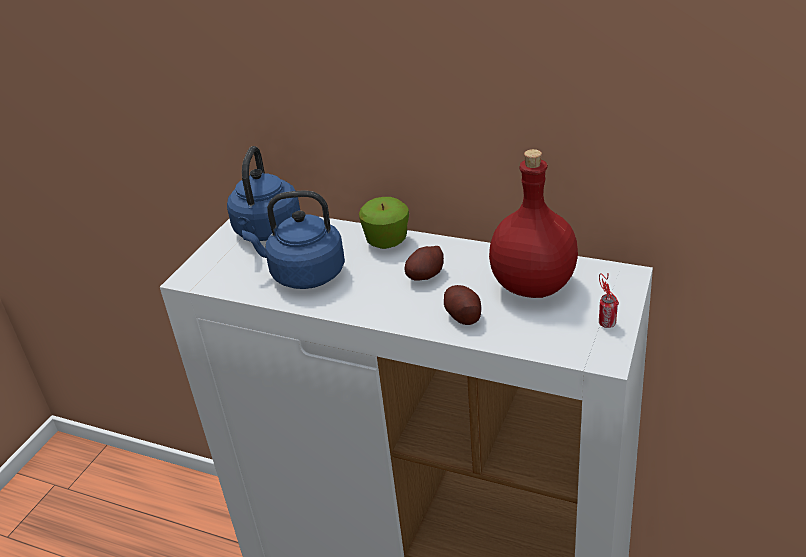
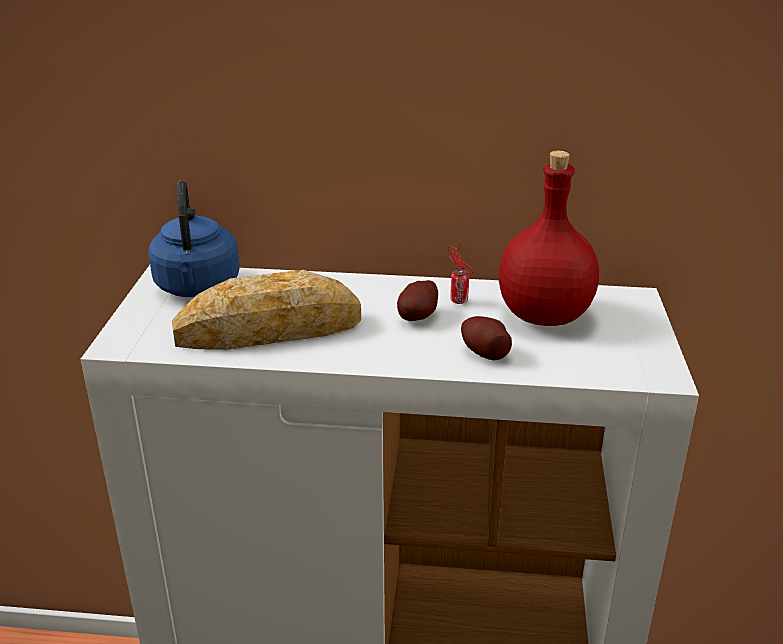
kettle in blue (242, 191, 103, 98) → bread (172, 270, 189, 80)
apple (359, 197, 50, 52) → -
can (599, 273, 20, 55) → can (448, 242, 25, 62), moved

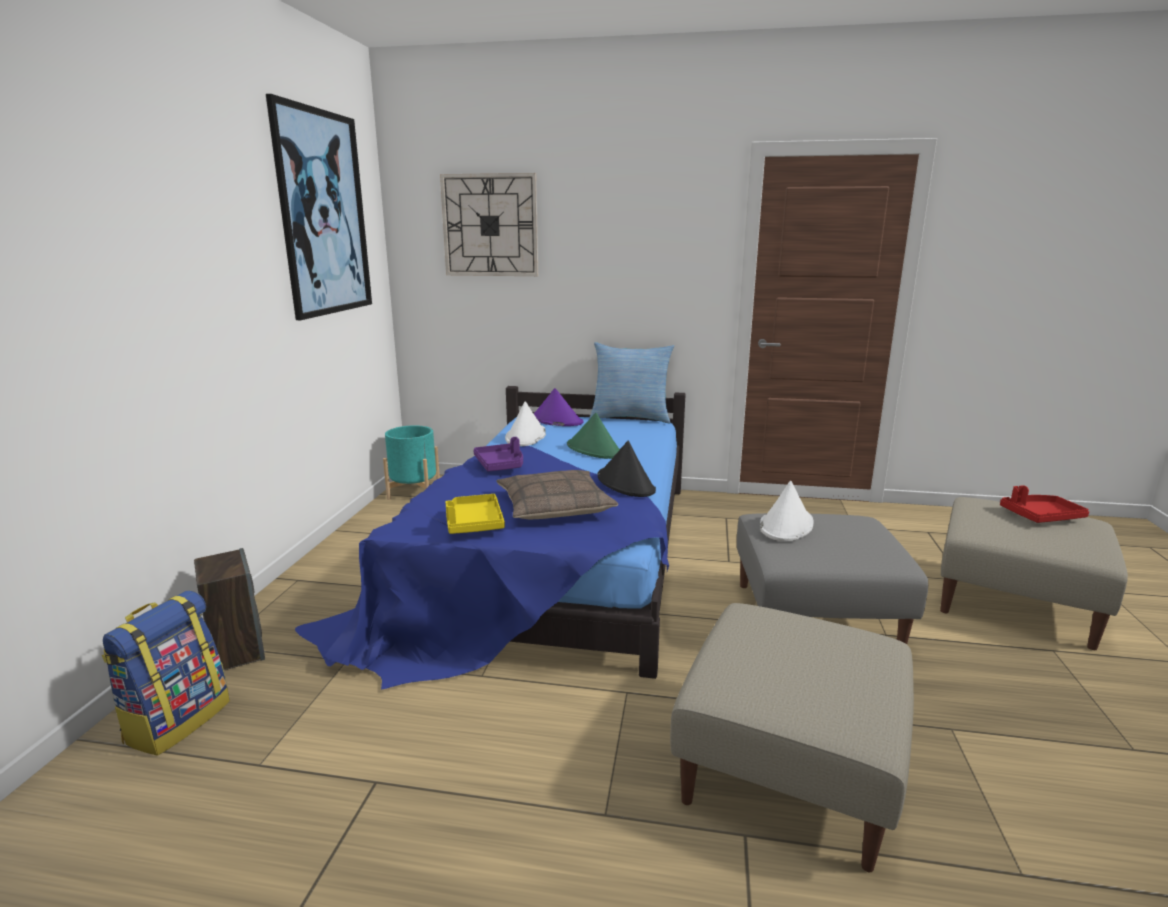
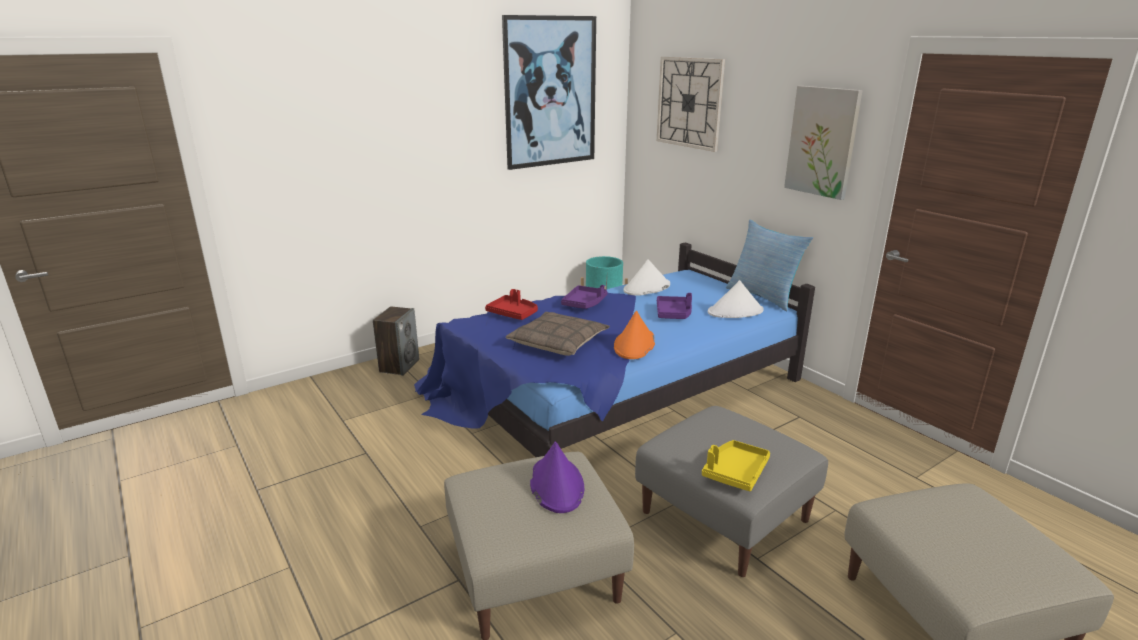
backpack (102, 591, 128, 165) → -
tray in yellow (445, 494, 60, 40) → tray in yellow (702, 440, 68, 51), moved
hat in purple (534, 388, 49, 38) → hat in purple (530, 442, 54, 71), moved
hat in green (567, 413, 53, 46) → tray in purple (657, 293, 35, 26)
hat in black (598, 441, 58, 56) → hat in orange (614, 311, 41, 48)
hat in white (760, 481, 53, 60) → hat in white (708, 280, 56, 38), moved
tray in red (1000, 485, 89, 38) → tray in red (485, 289, 53, 31), moved
- → picture (784, 86, 79, 114)

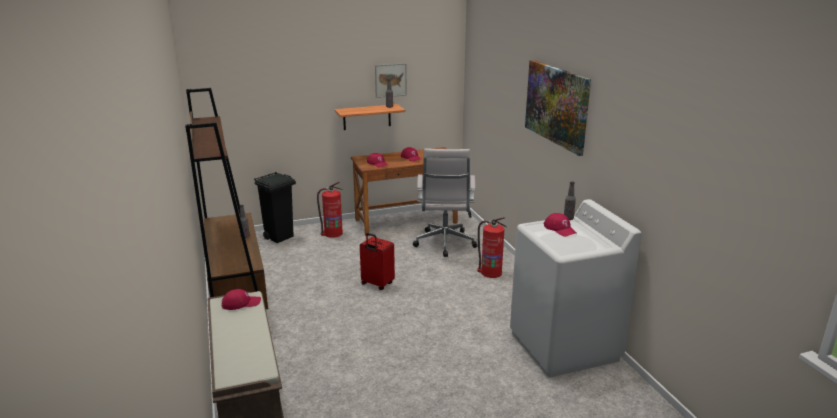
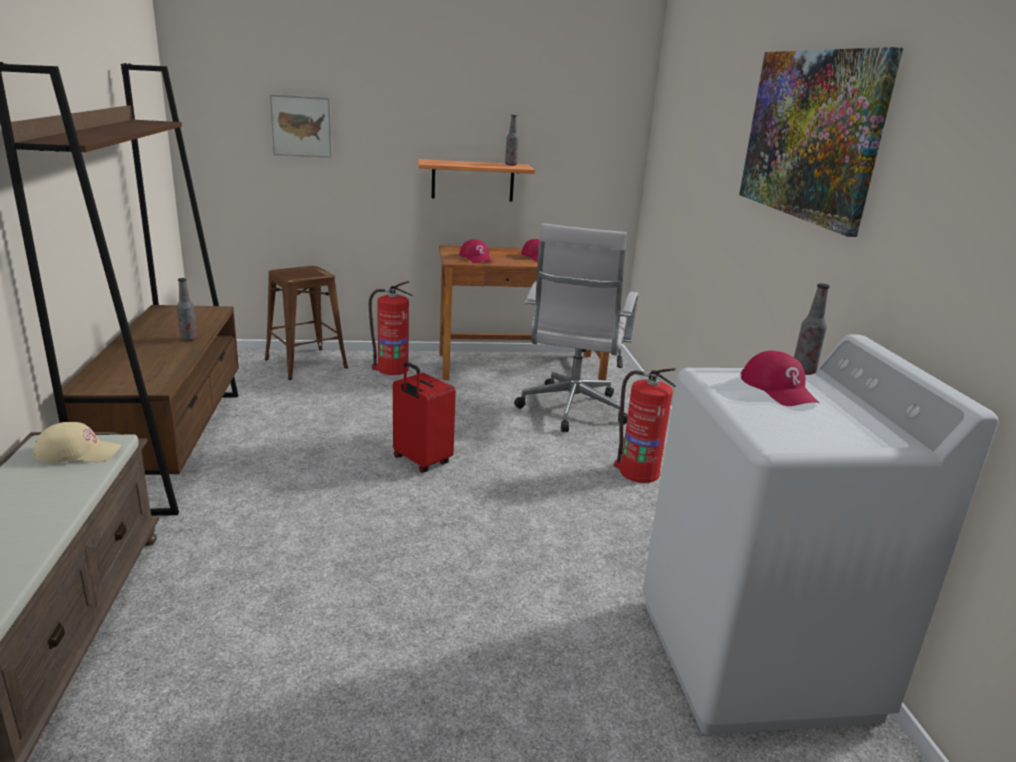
cap in red (222, 289, 39, 21) → cap in beige (33, 422, 89, 41)
trash can in black (254, 172, 42, 71) → stool in brown (265, 266, 83, 114)
picture (375, 63, 32, 35) → picture (270, 94, 62, 64), moved

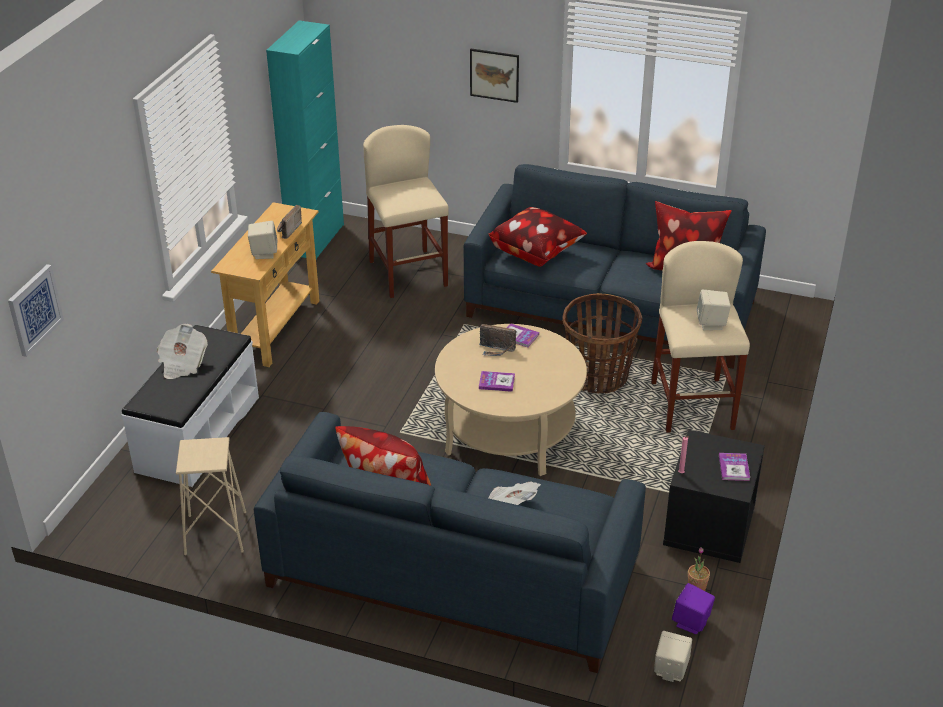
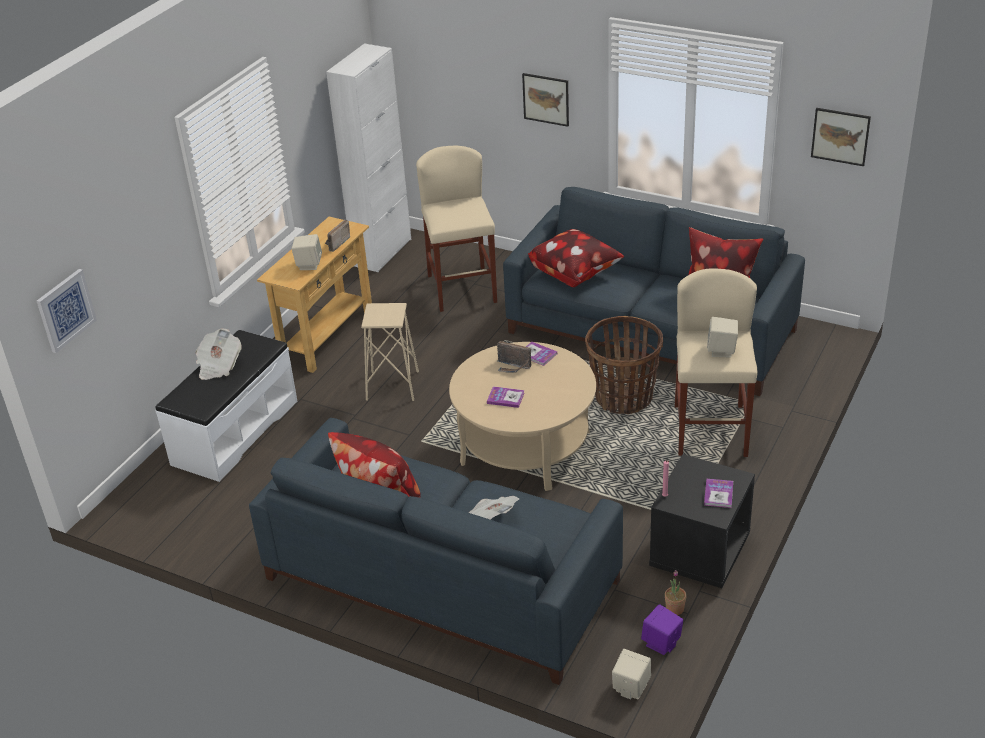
stool in beige (176, 437, 70, 118) → stool in beige (361, 303, 58, 98), moved
cabinet in turquoise (266, 20, 78, 240) → cabinet in white (326, 44, 85, 228)
- → picture (811, 108, 60, 58)

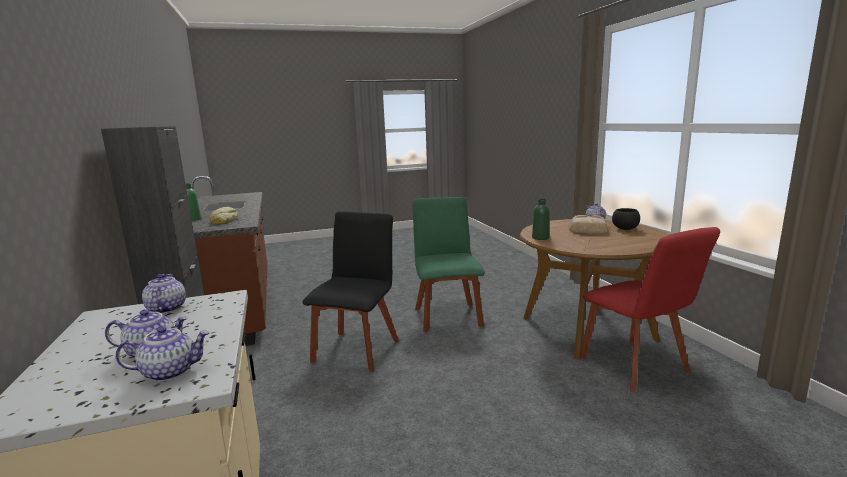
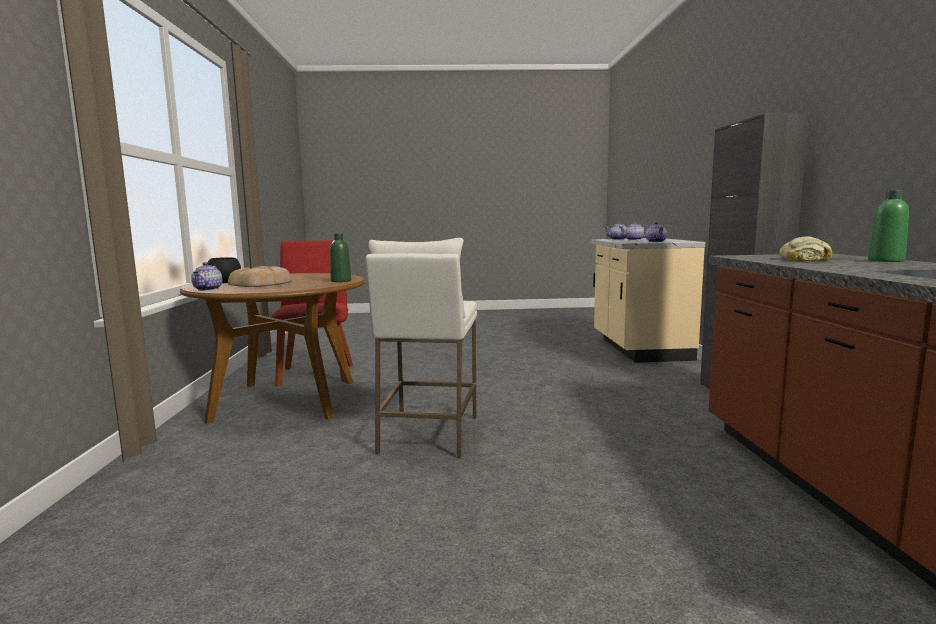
chair in black (303, 212, 96, 160) → -
chair in green (412, 197, 73, 135) → stool in white (366, 238, 111, 220)

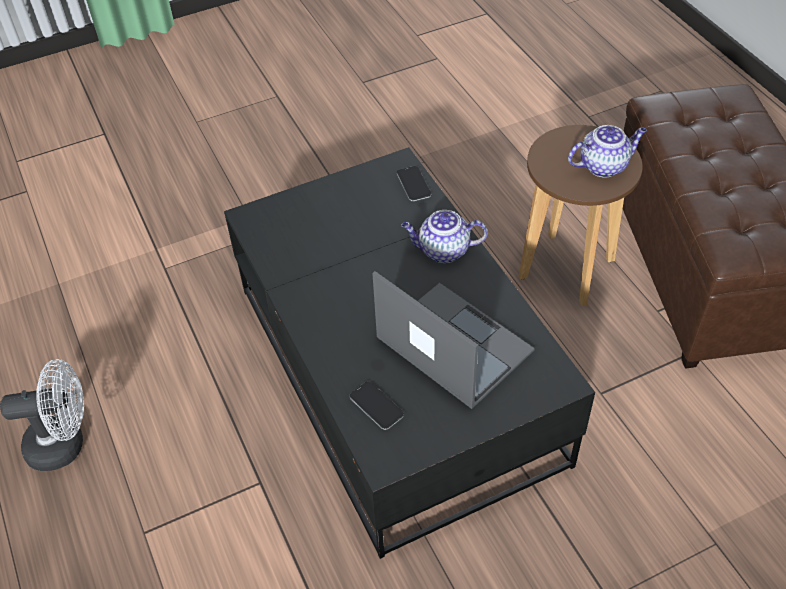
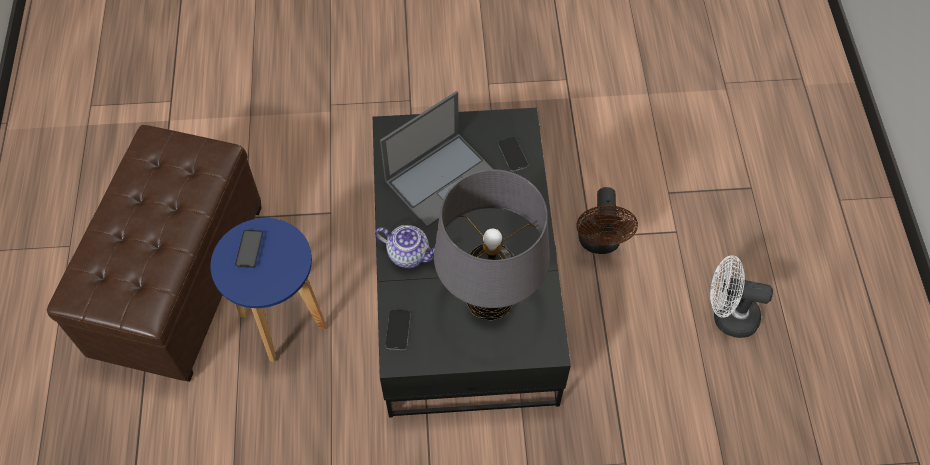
laptop (372, 271, 163, 138) → laptop (380, 91, 113, 136), 105 degrees counterclockwise
stool in brown (519, 125, 124, 181) → stool in blue (210, 218, 117, 144)
teapot (568, 125, 79, 52) → phone (235, 230, 29, 39)
- → table lamp in grey (434, 169, 116, 151)
- → fan in brown (576, 187, 62, 67)

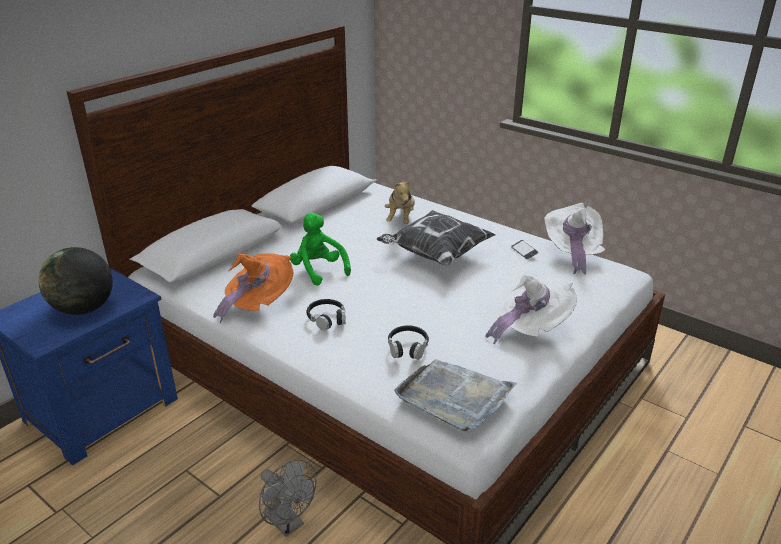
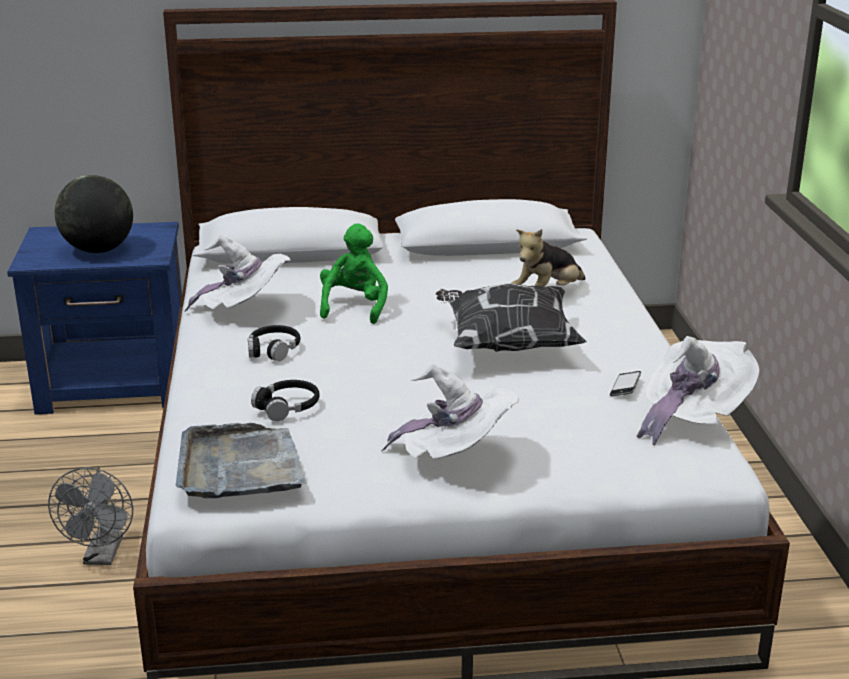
hat in orange (213, 253, 80, 71) → hat in white (184, 234, 107, 78)

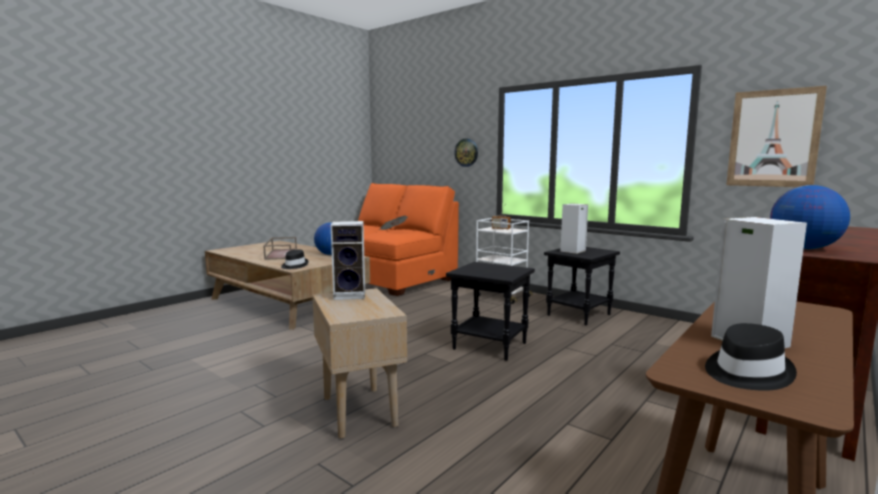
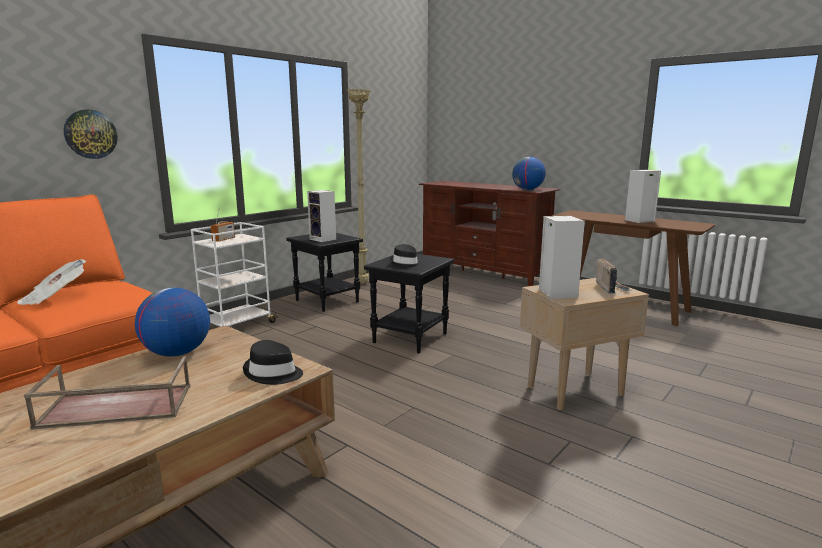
hat in black (705, 323, 92, 68) → hat in black (390, 244, 32, 25), moved
picture (726, 86, 101, 101) → -
- → floor lamp in beige (347, 89, 23, 195)
- → radio (596, 258, 35, 36)

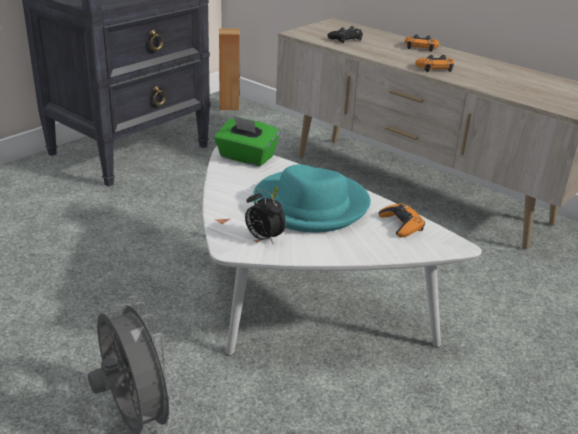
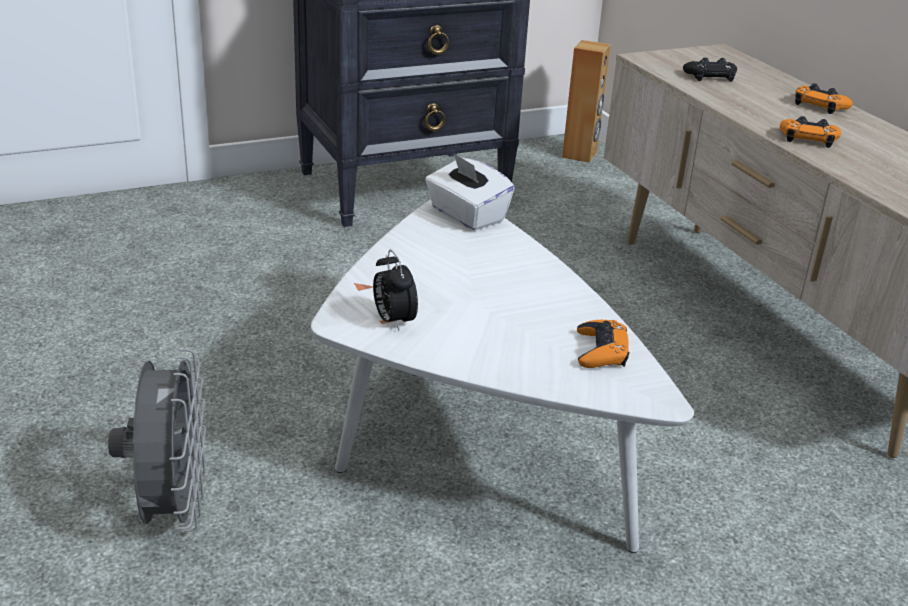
tissue box in green (214, 115, 66, 52) → tissue box in white (425, 152, 90, 79)
hat in turquoise (253, 164, 118, 68) → -

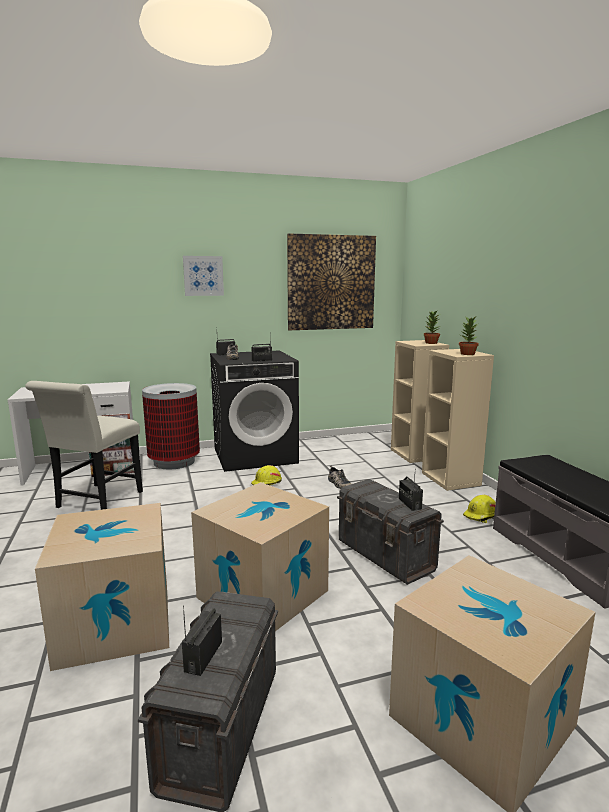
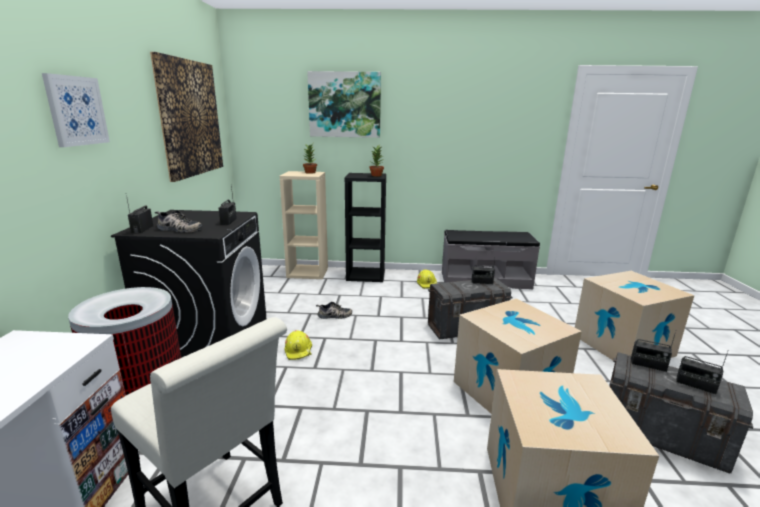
bookcase in beige (422, 349, 72, 142) → bookcase in black (345, 173, 41, 109)
- → picture (307, 71, 74, 67)
- → radio (631, 330, 45, 42)

